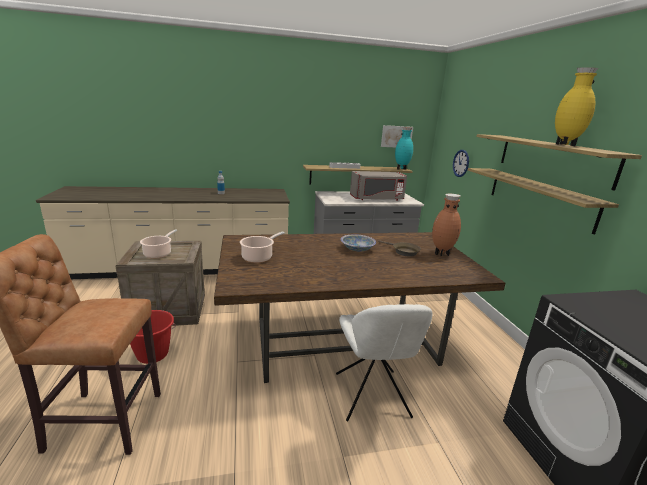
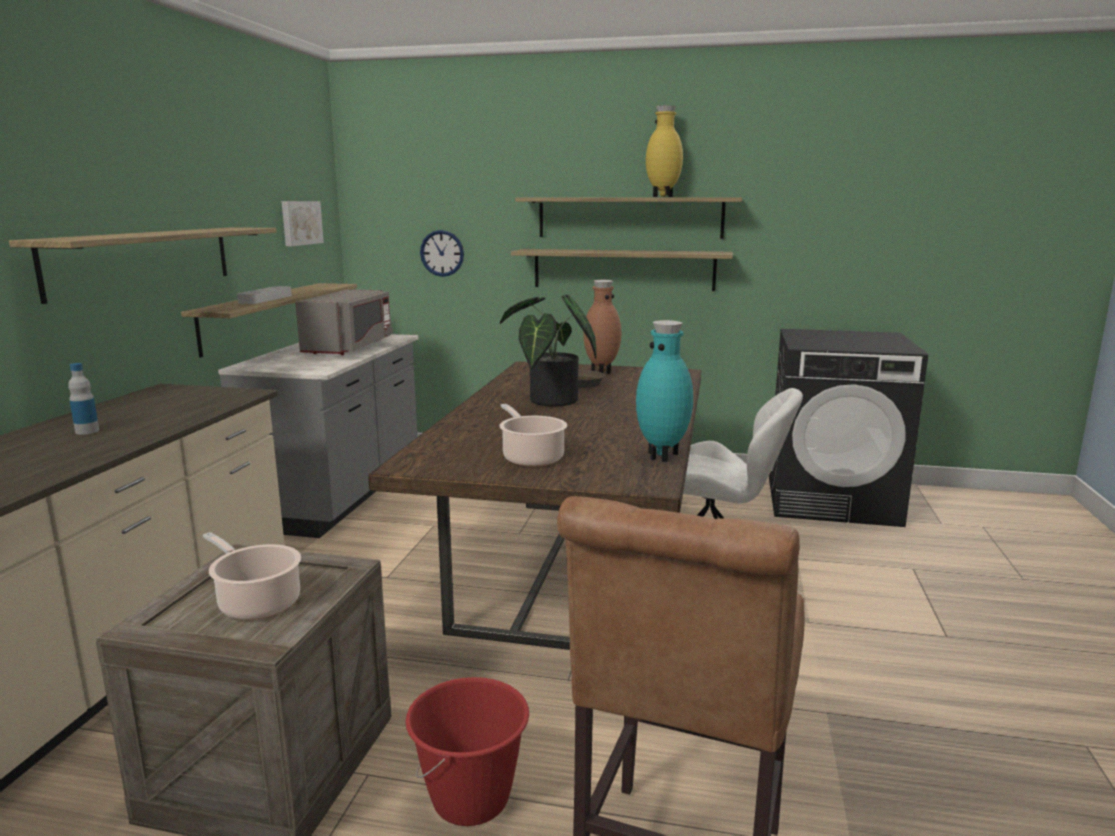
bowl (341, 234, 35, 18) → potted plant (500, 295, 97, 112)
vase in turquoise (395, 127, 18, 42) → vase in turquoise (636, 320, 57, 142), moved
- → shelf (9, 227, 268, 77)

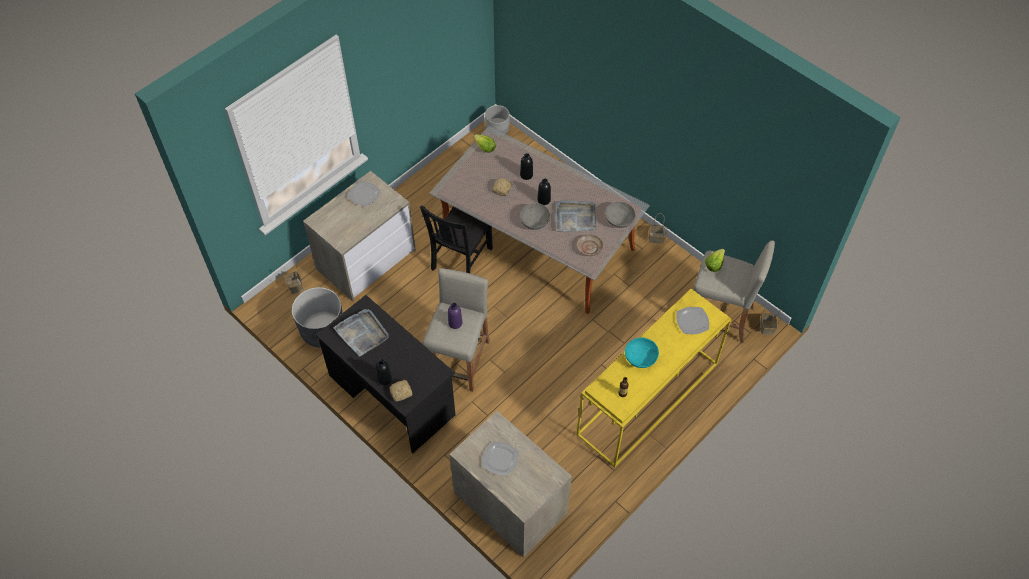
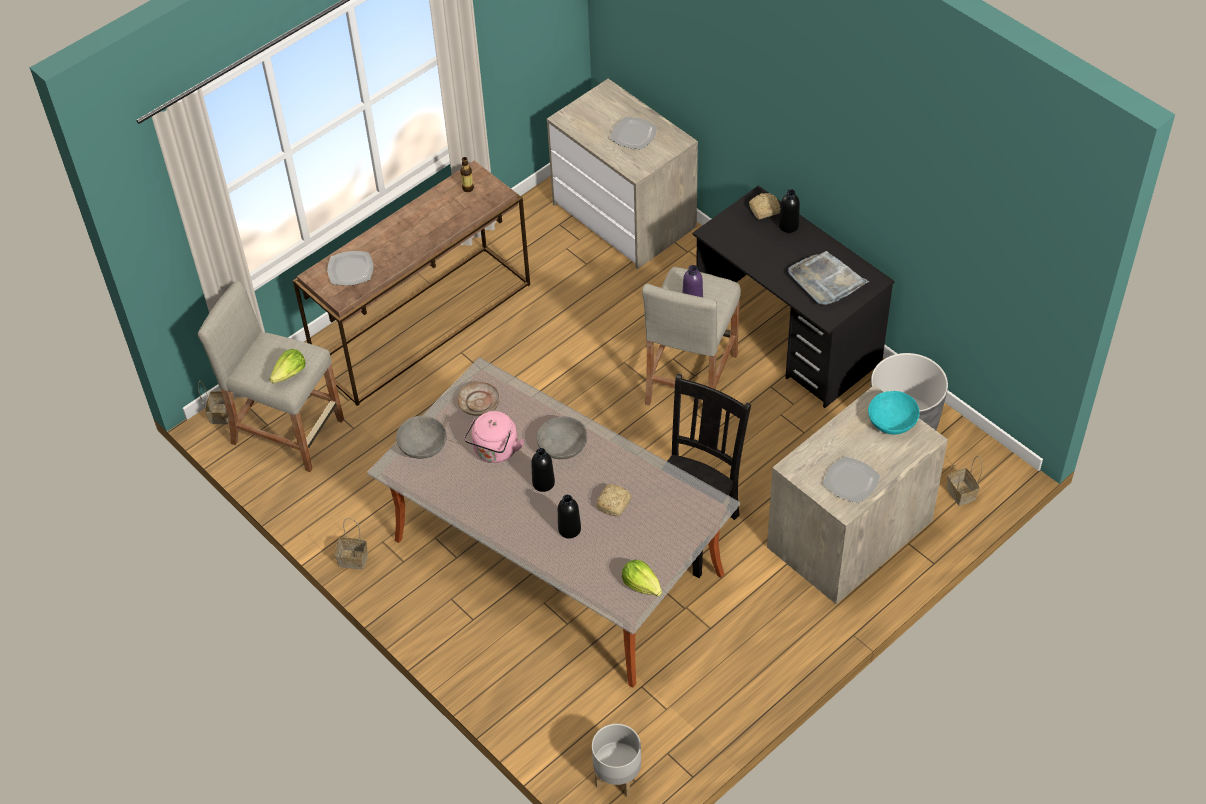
tray in grey (555, 200, 41, 32) → kettle in pink (464, 411, 60, 52)
console table in yellow (577, 289, 155, 179) → console table in brown (293, 161, 237, 245)
bowl in turquoise (625, 338, 34, 30) → bowl in turquoise (868, 391, 52, 44), moved

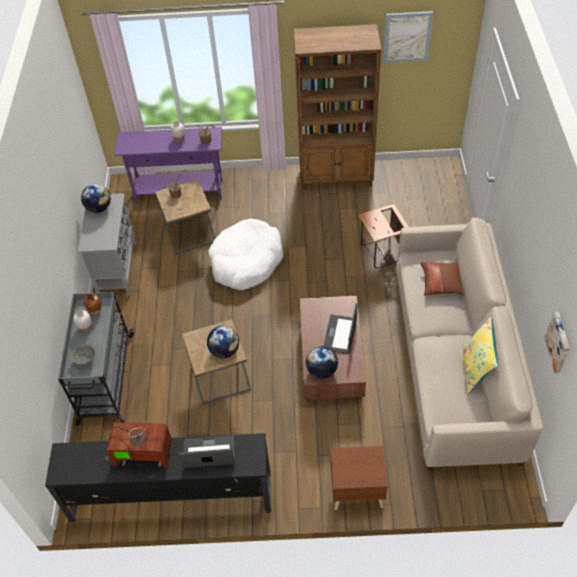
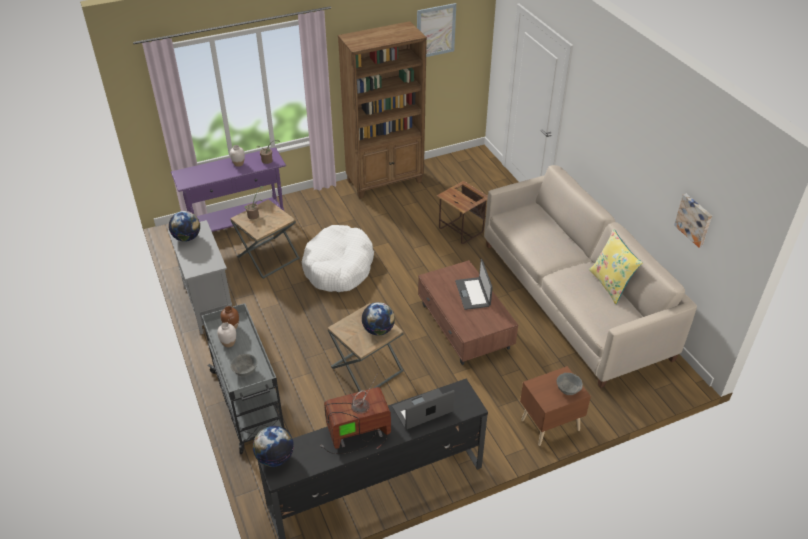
globe (306, 346, 32, 33) → globe (253, 426, 41, 41), moved
pillow in brown (421, 262, 44, 34) → -
- → bowl in grey (557, 373, 26, 22)

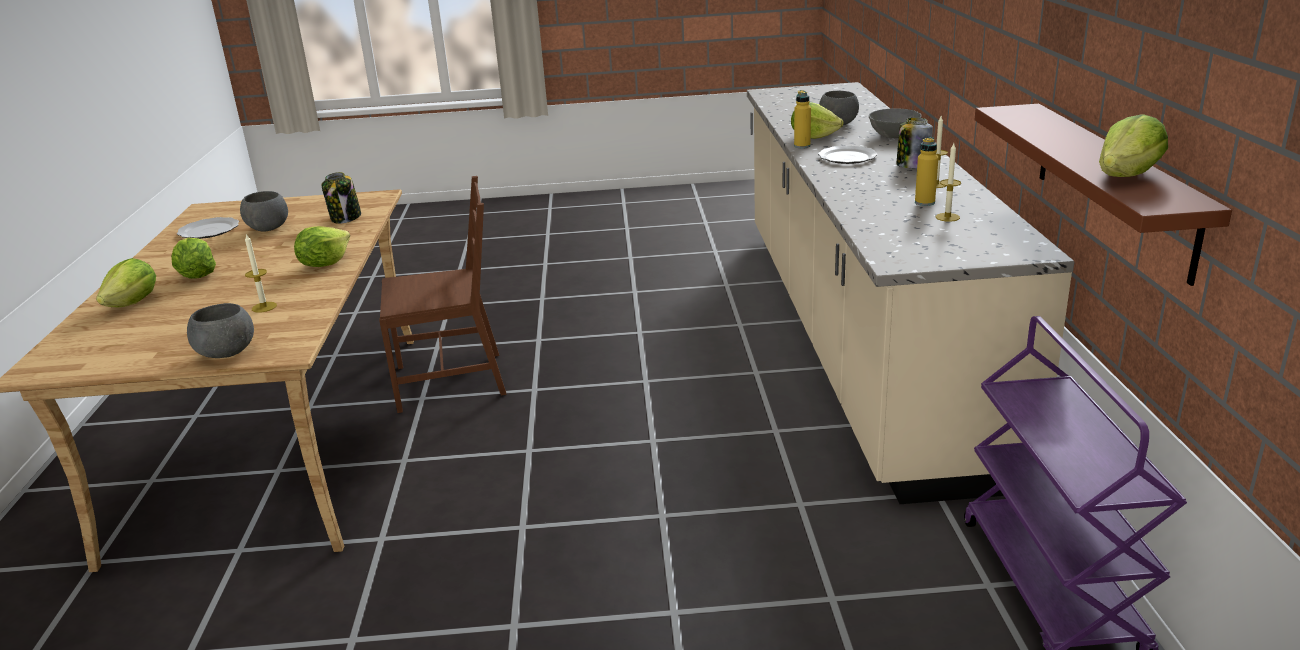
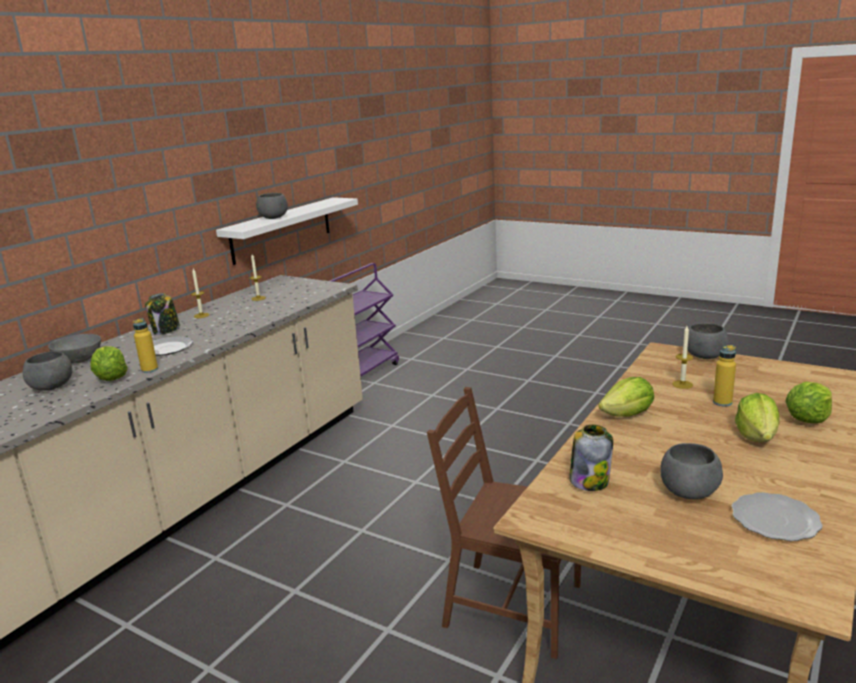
bottle in yellow (915, 137, 23, 69) → bottle in yellow (713, 345, 23, 62), moved
shelf in brown (974, 104, 258, 182) → shelf in white (216, 197, 142, 68)
lettuce (1099, 114, 69, 63) → -
- → bowl in grey (256, 193, 32, 26)

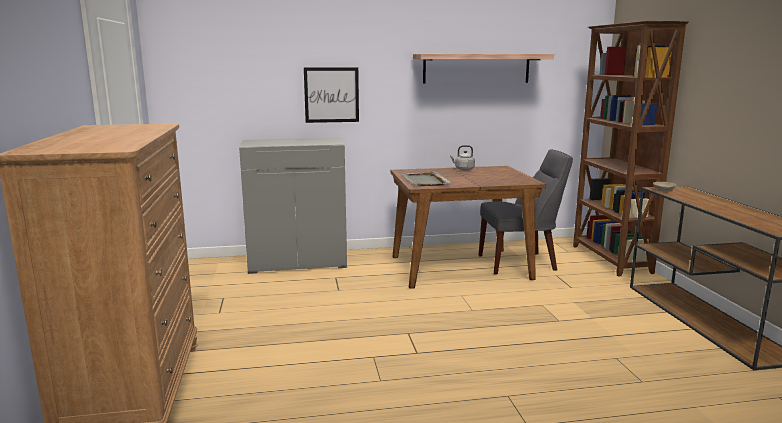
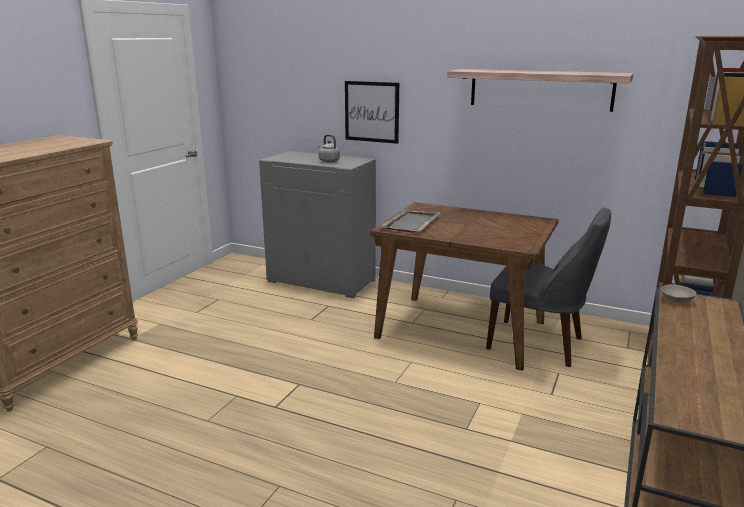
kettle in grey (450, 145, 25, 25) → kettle in grey (319, 135, 21, 27), moved

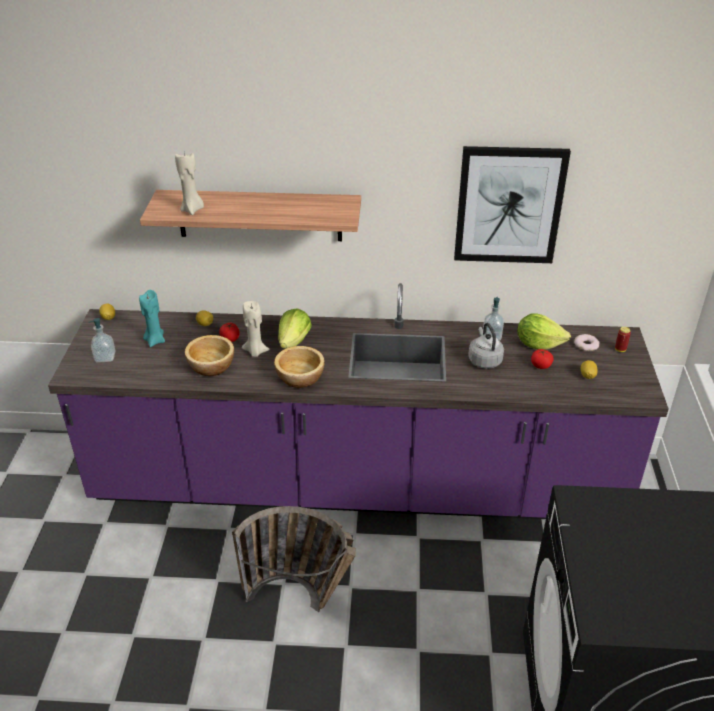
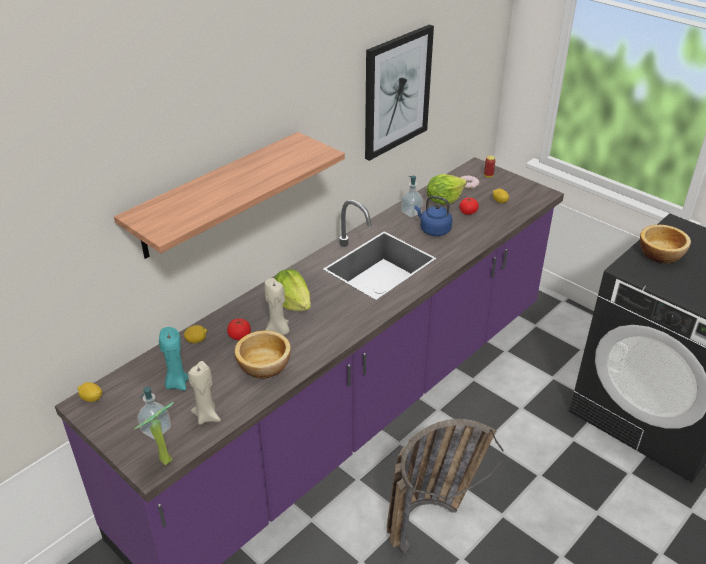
candle in beige (175, 153, 29, 62) → candle in beige (188, 361, 33, 64), moved
bowl (274, 346, 51, 42) → bowl (640, 225, 51, 38), moved
kettle in grey (468, 323, 36, 46) → kettle in blue (415, 196, 37, 40)
- → potted plant (134, 402, 40, 63)

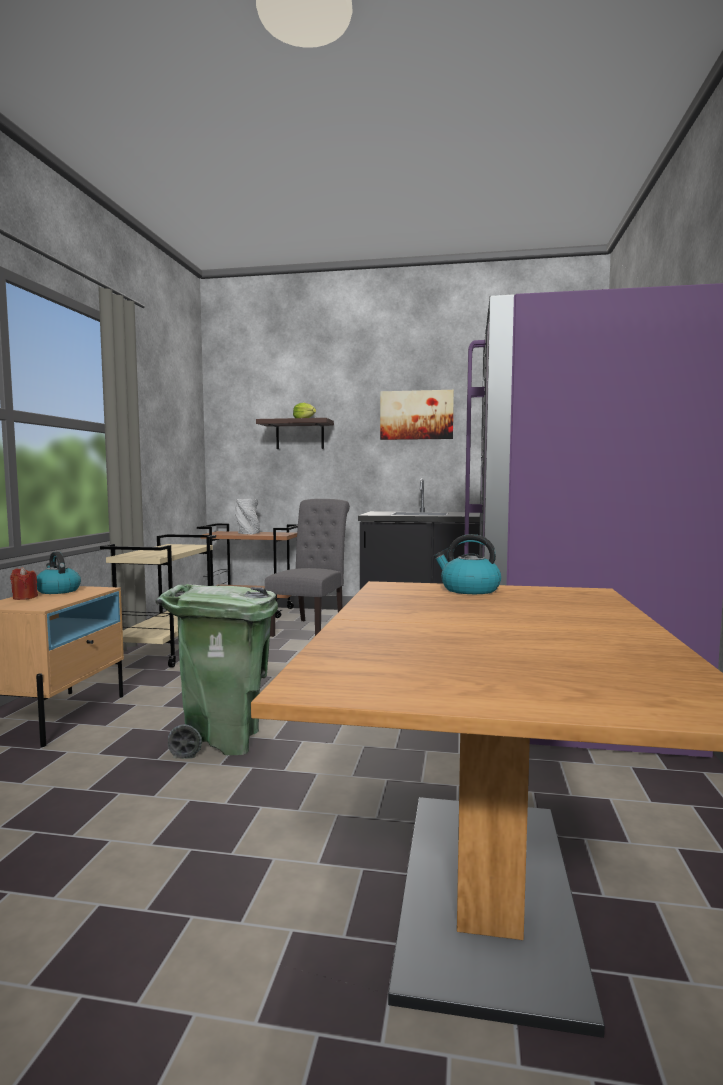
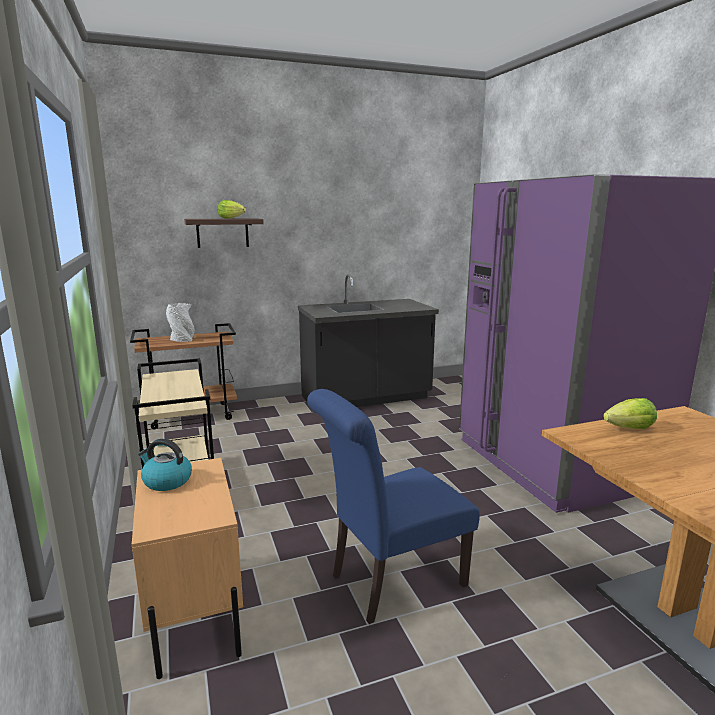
candle in red (10, 567, 28, 33) → -
trash can in green (155, 584, 123, 175) → chair in blue (307, 389, 173, 235)
chair in grey (265, 499, 85, 138) → -
picture (380, 390, 74, 50) → -
kettle (434, 534, 67, 60) → lettuce (603, 398, 54, 31)

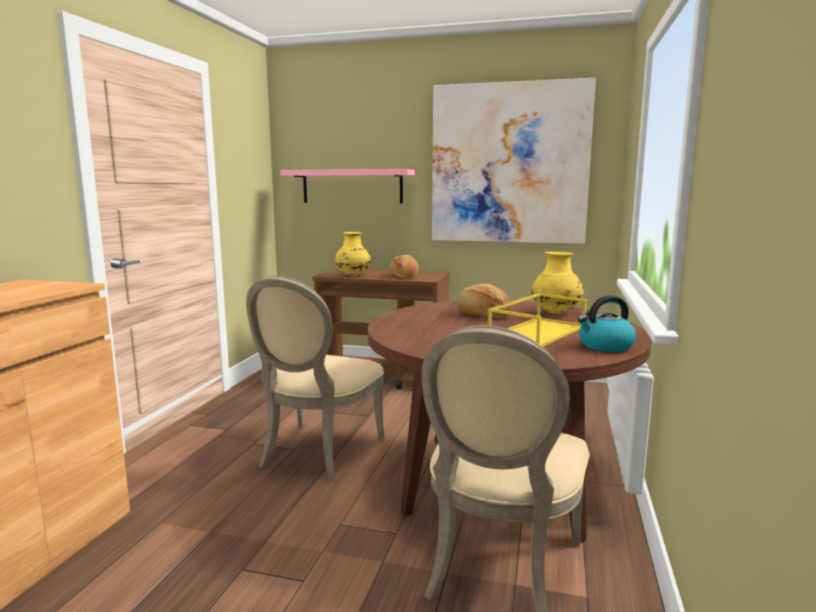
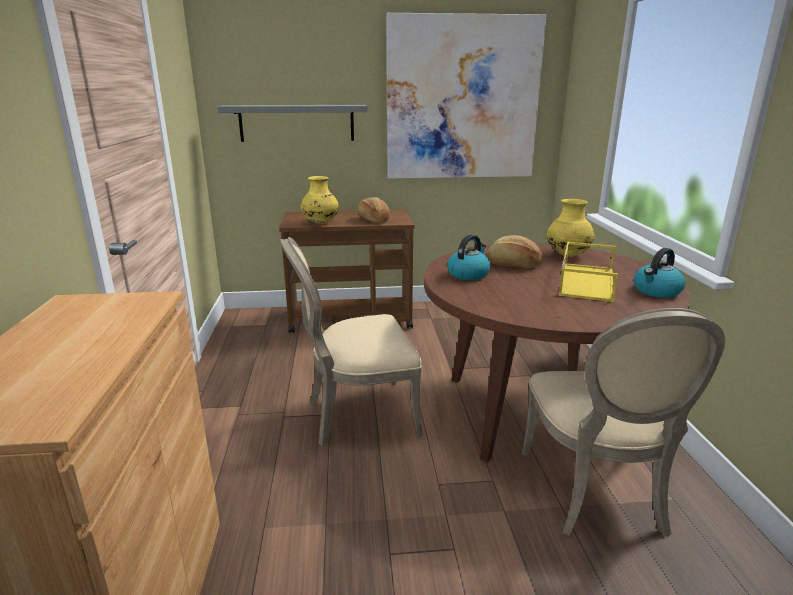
chair in beige (246, 276, 139, 205) → chair in beige (280, 237, 143, 209), 75 degrees clockwise
shelf in pink (280, 169, 135, 34) → shelf in grey (218, 105, 149, 37)
- → kettle (447, 235, 44, 45)

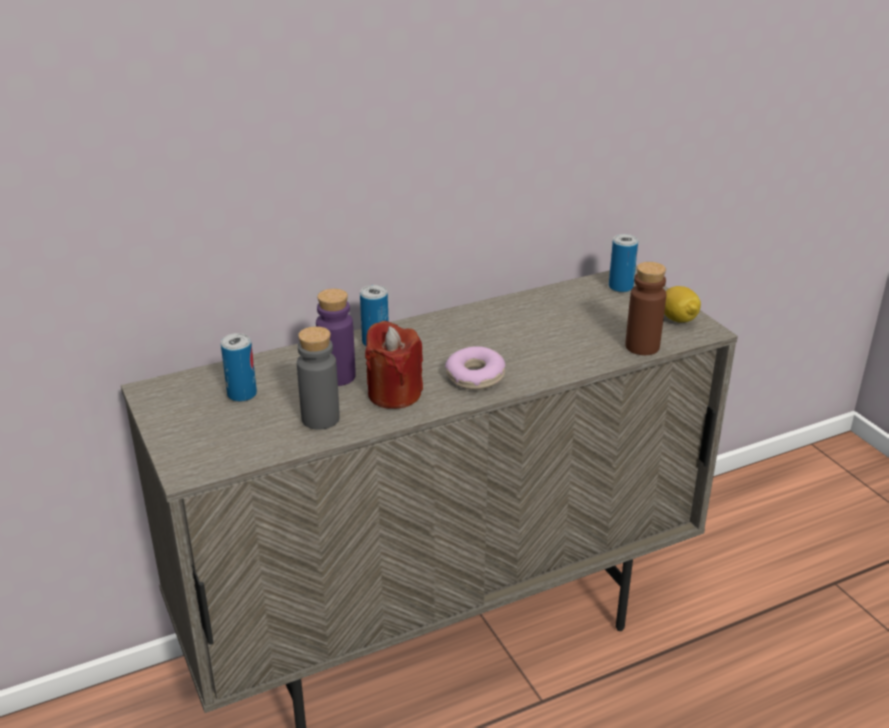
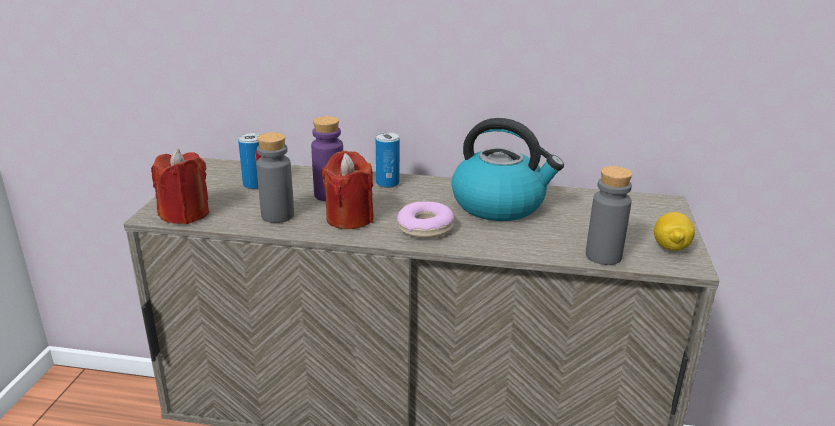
can (609, 234, 29, 59) → -
bottle in brown (625, 262, 41, 93) → bottle in grey (586, 166, 46, 99)
- → candle in red (151, 149, 58, 75)
- → kettle (452, 118, 112, 103)

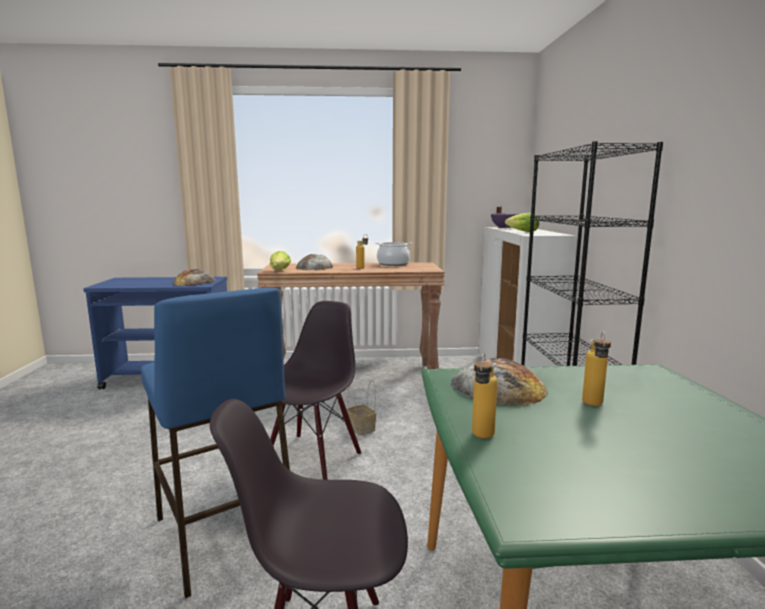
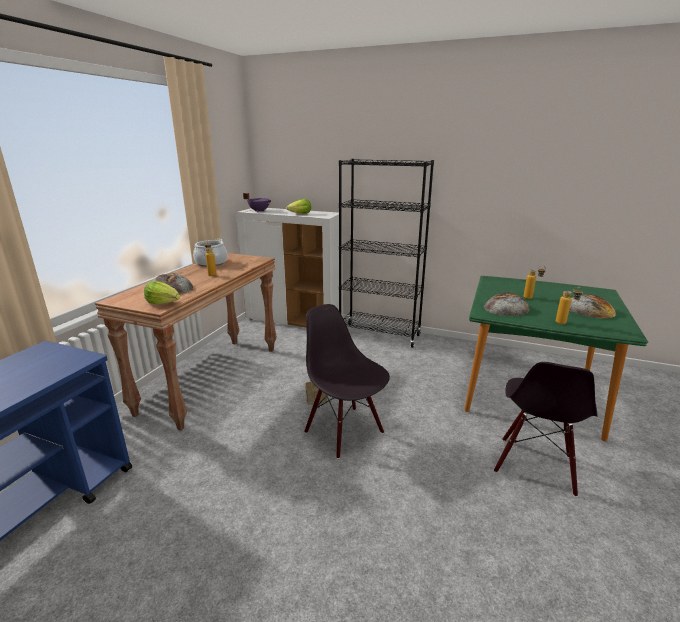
stool in blue (141, 288, 149, 310) → -
bread (173, 269, 43, 17) → bread (569, 294, 47, 25), moved

